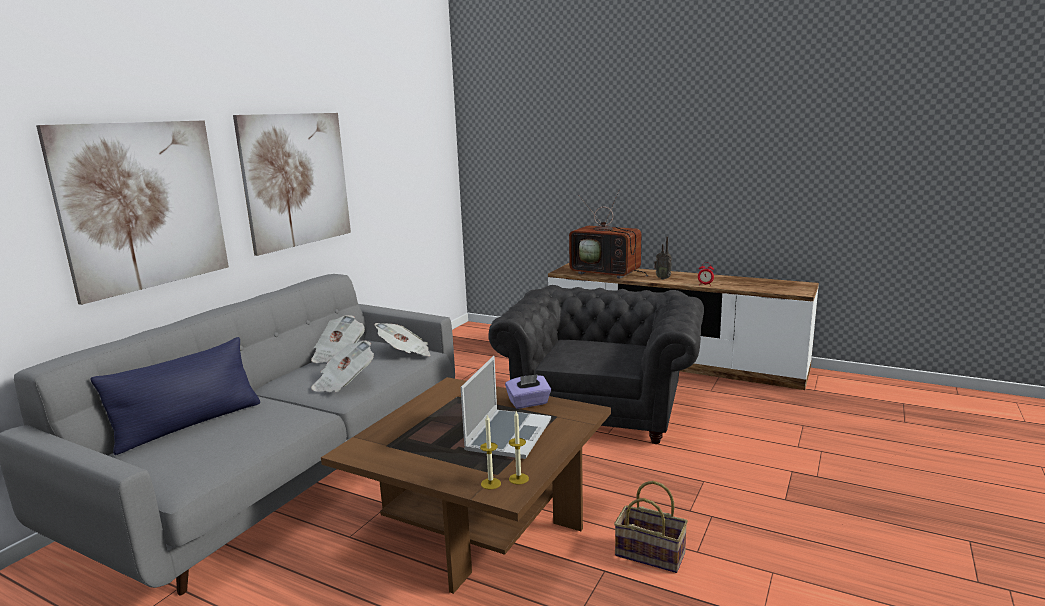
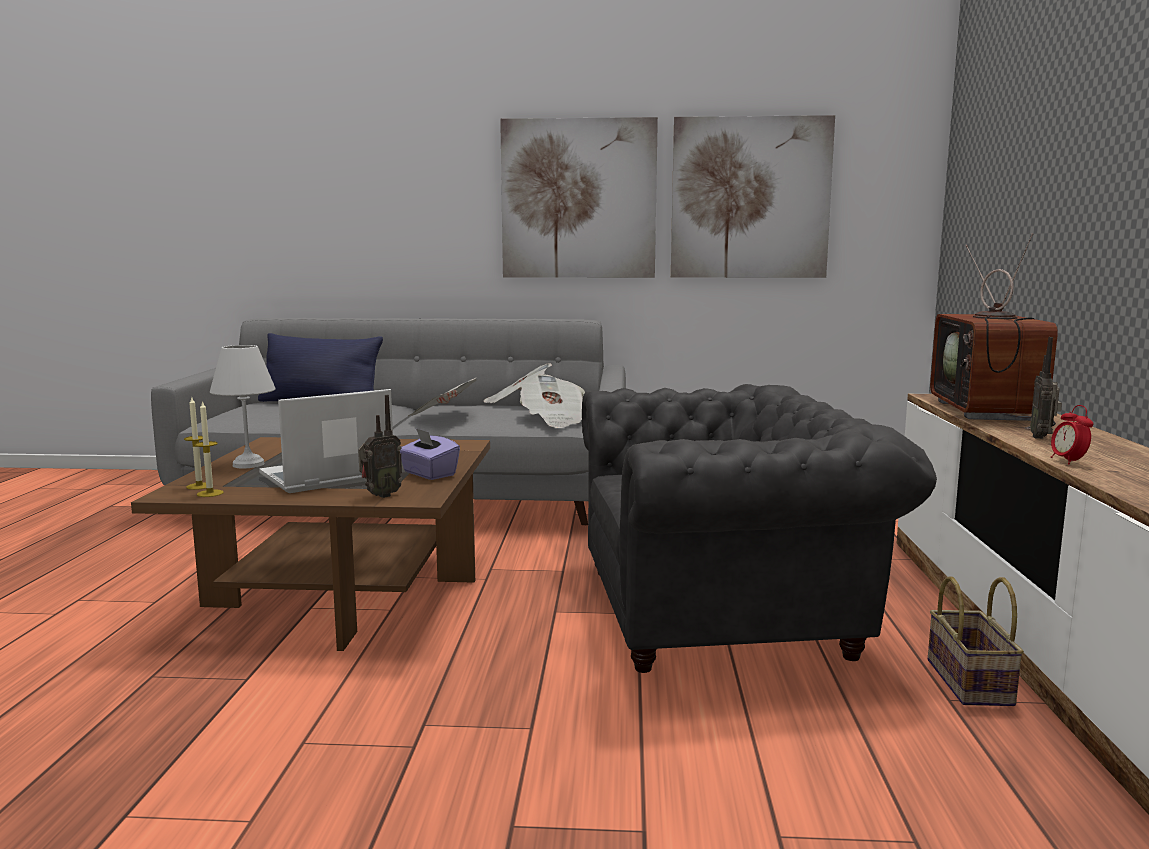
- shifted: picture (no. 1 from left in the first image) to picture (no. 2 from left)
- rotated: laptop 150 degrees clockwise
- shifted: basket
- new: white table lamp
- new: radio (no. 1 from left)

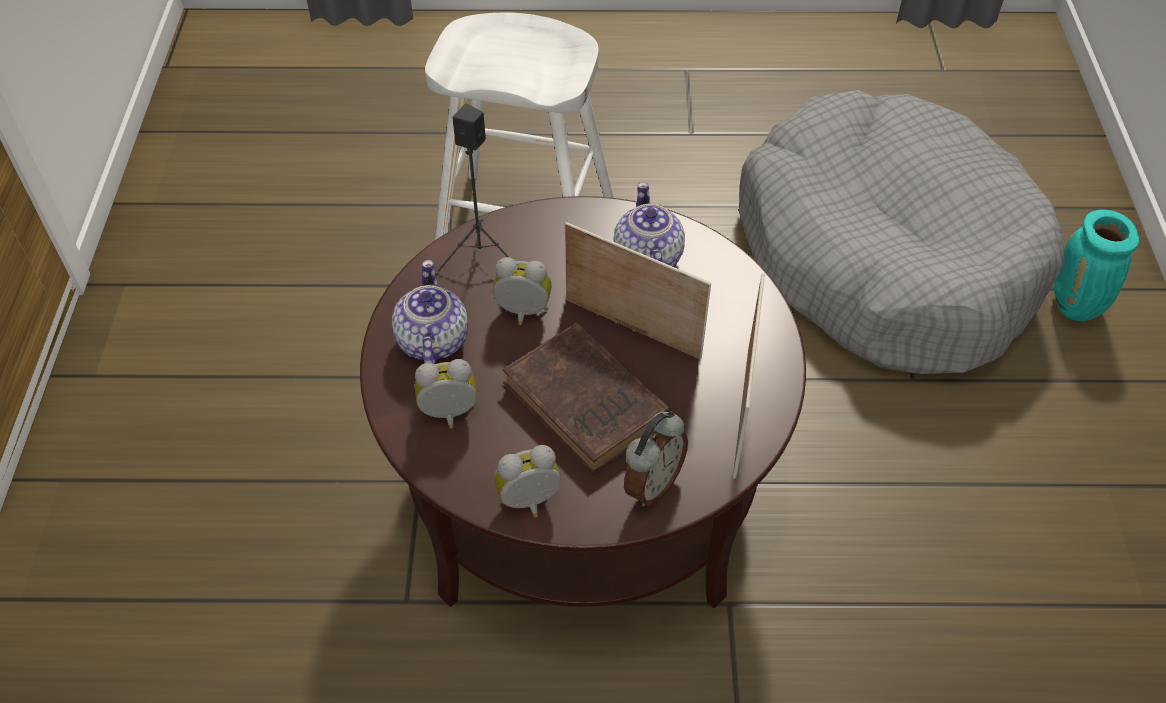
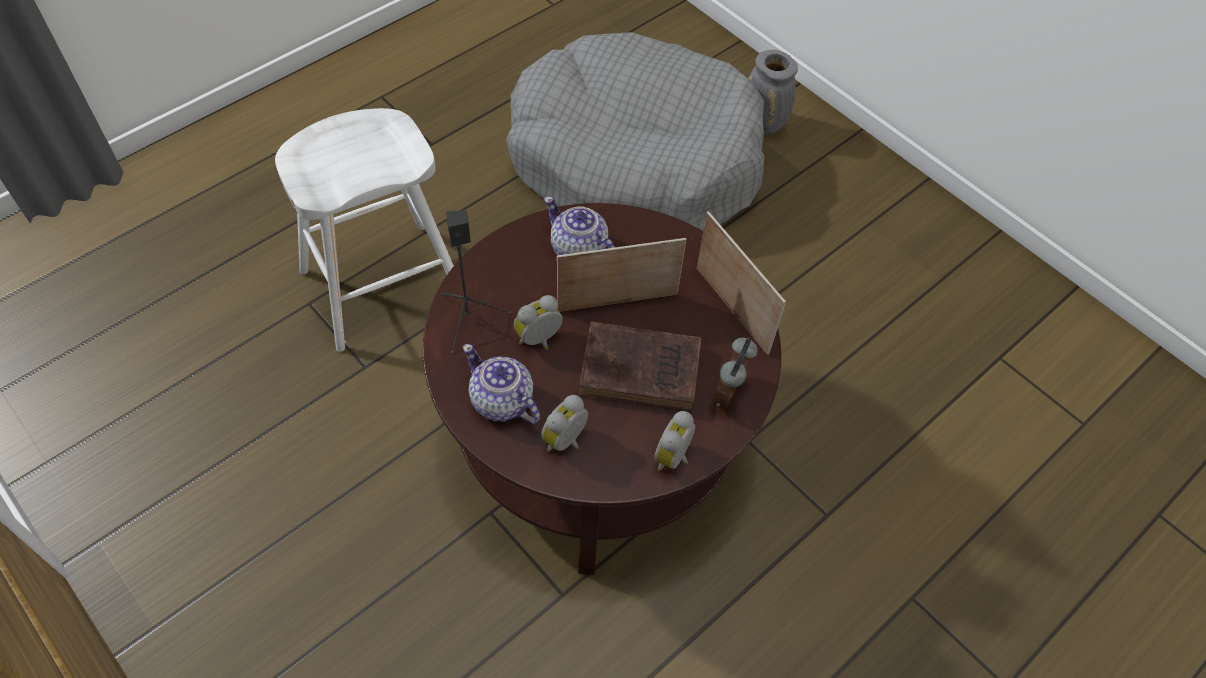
- rotated: alarm clock (no. 4 from left) 150 degrees counterclockwise
- repainted: turquoise vase to grey vase

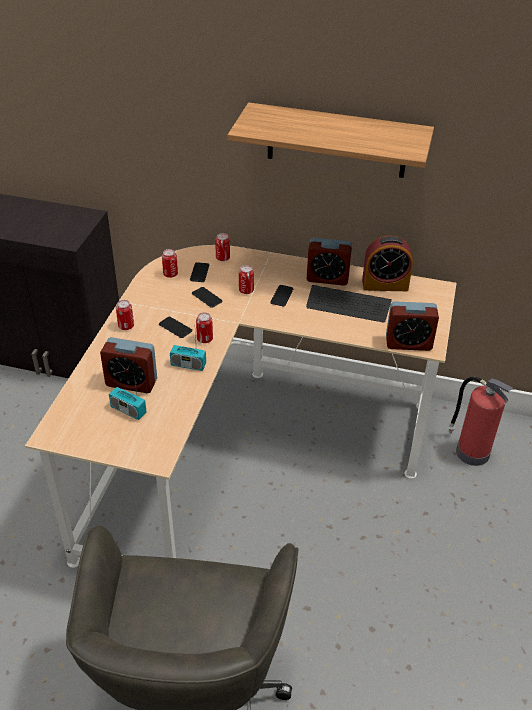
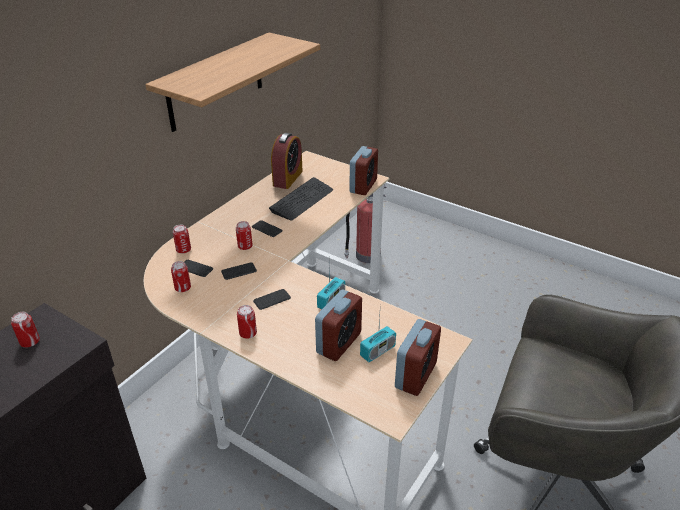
- shifted: can (no. 3 from left in the first image) to can (no. 1 from left)
- shifted: alarm clock (no. 2 from left in the first image) to alarm clock (no. 4 from left)

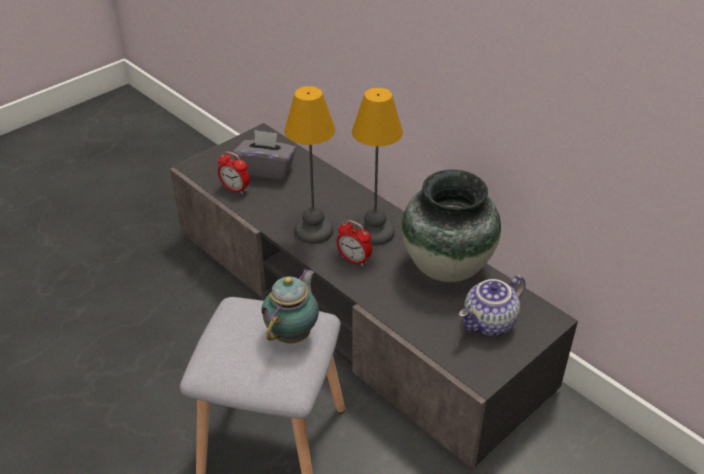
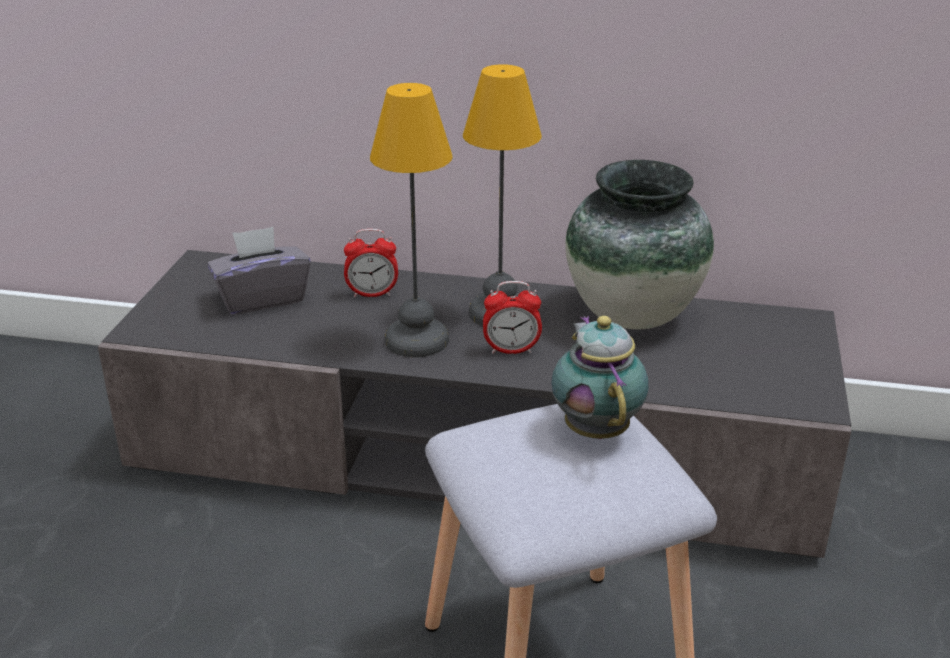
- shifted: alarm clock (no. 1 from left)
- gone: teapot (no. 2 from left)

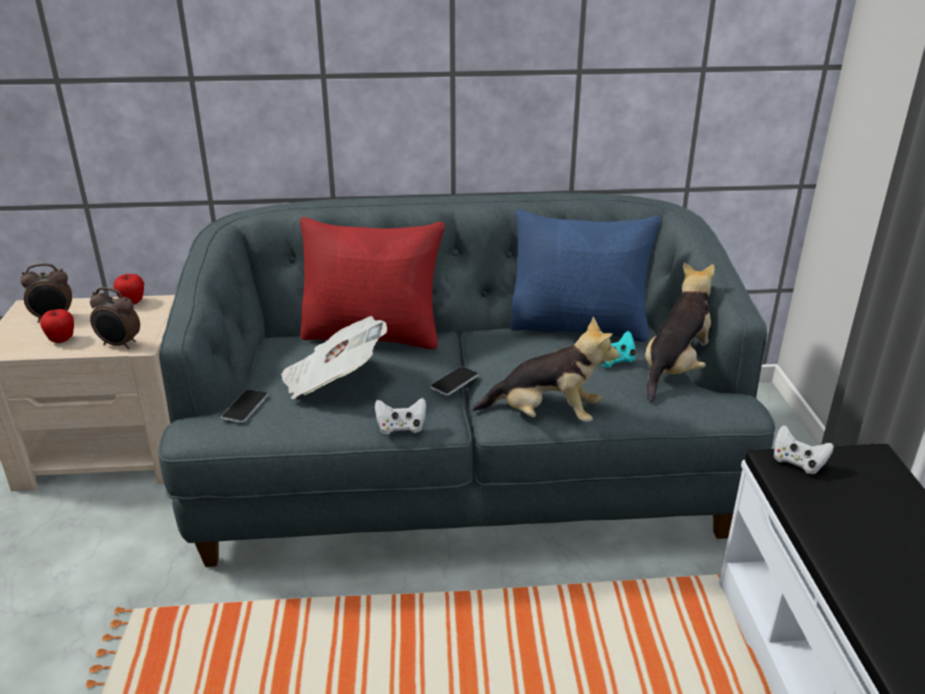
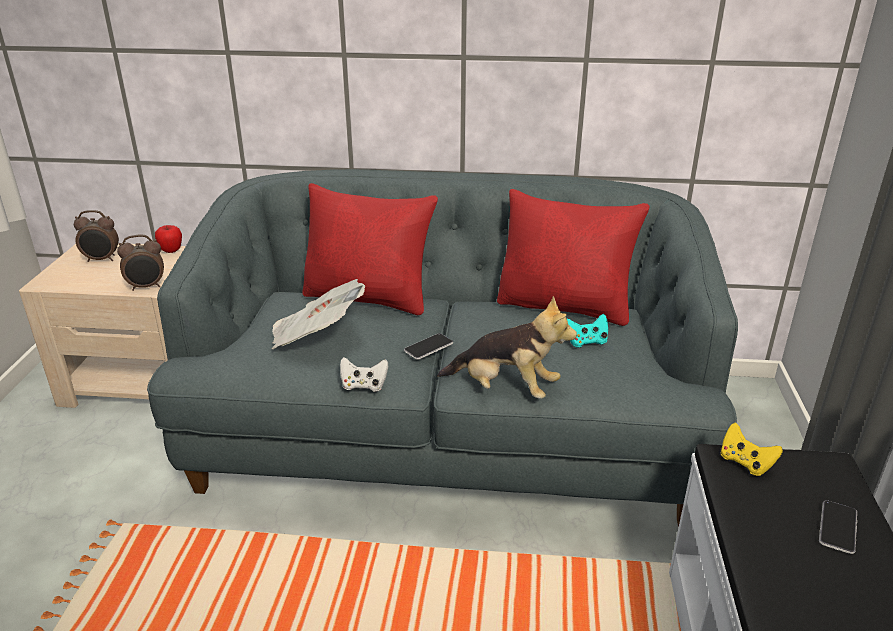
- gone: apple (no. 1 from left)
- rotated: alarm clock (no. 2 from left) 45 degrees counterclockwise
- shifted: phone (no. 1 from left in the first image) to phone (no. 2 from left)
- repainted: blue pillow to red pillow (no. 2 from left)
- gone: plush toy (no. 2 from left)
- repainted: white game controller (no. 2 from left) to yellow game controller

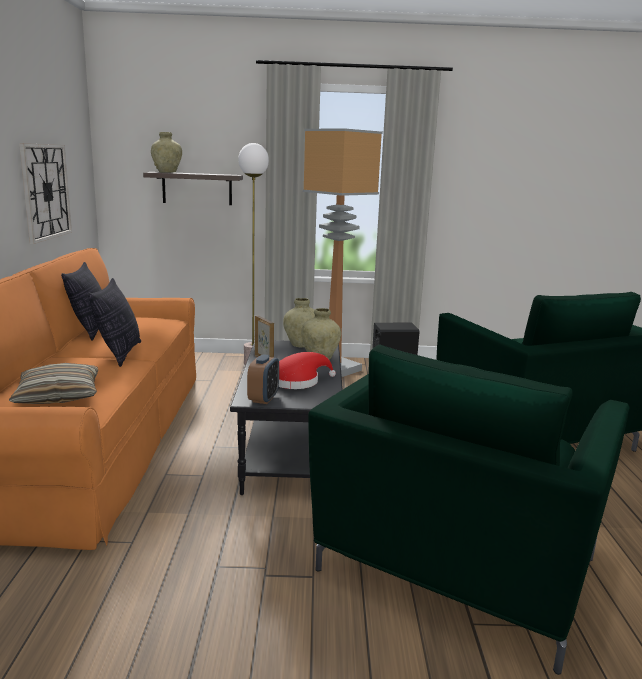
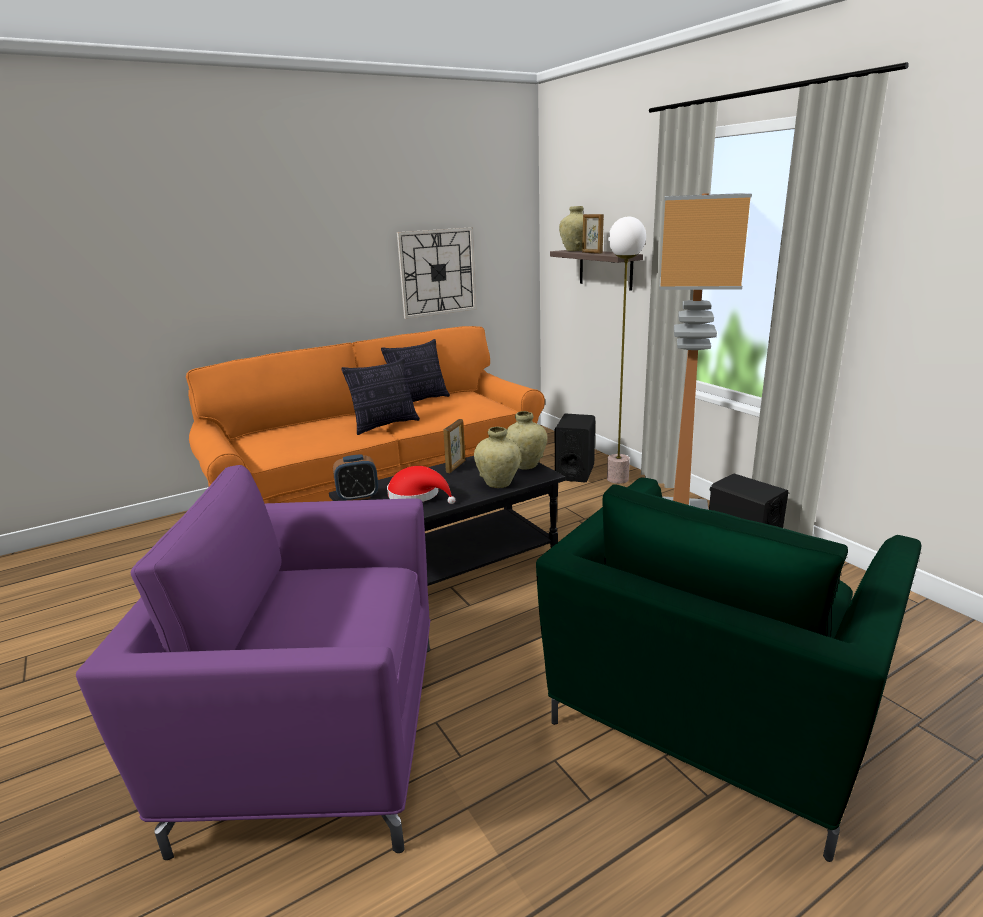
- gone: pillow (no. 1 from left)
- repainted: green armchair (no. 1 from left) to purple armchair
- new: black speaker (no. 1 from left)
- new: picture frame (no. 2 from left)

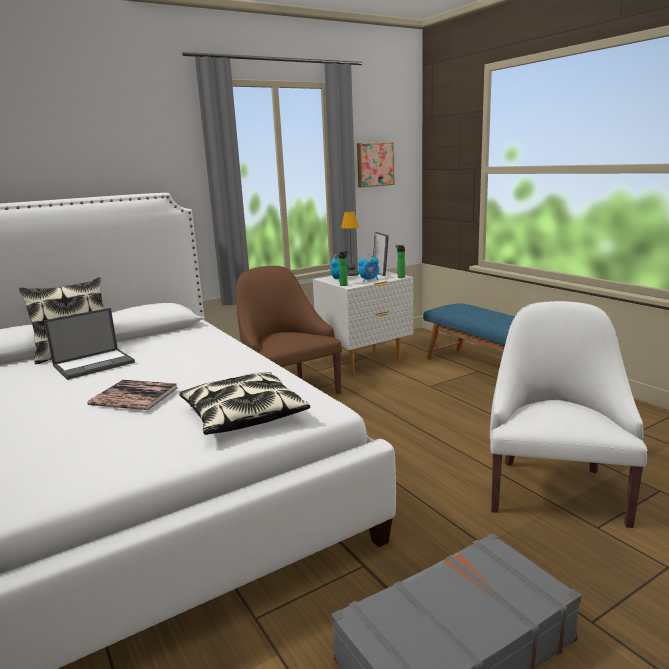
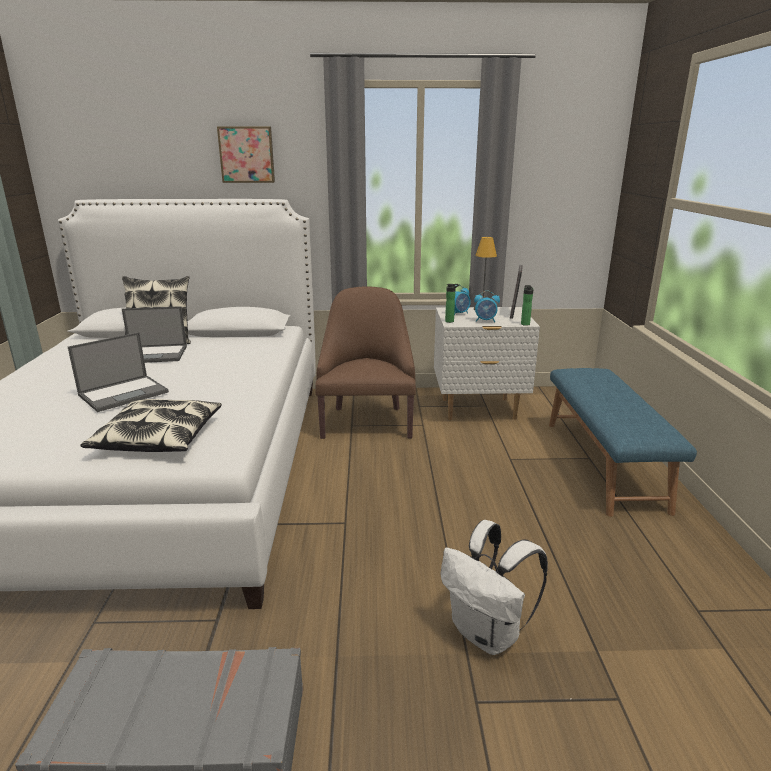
- swapped: book to laptop (no. 1 from left)
- shifted: picture
- swapped: white armchair to white backpack

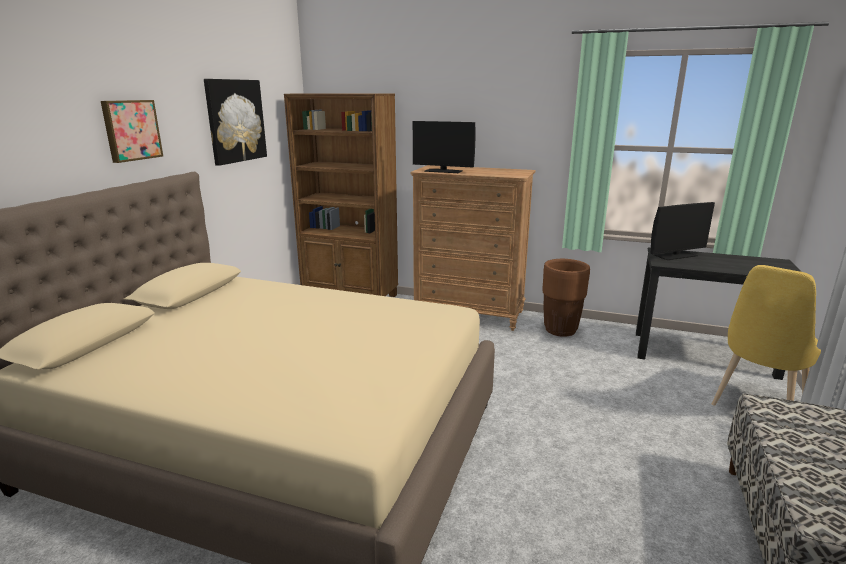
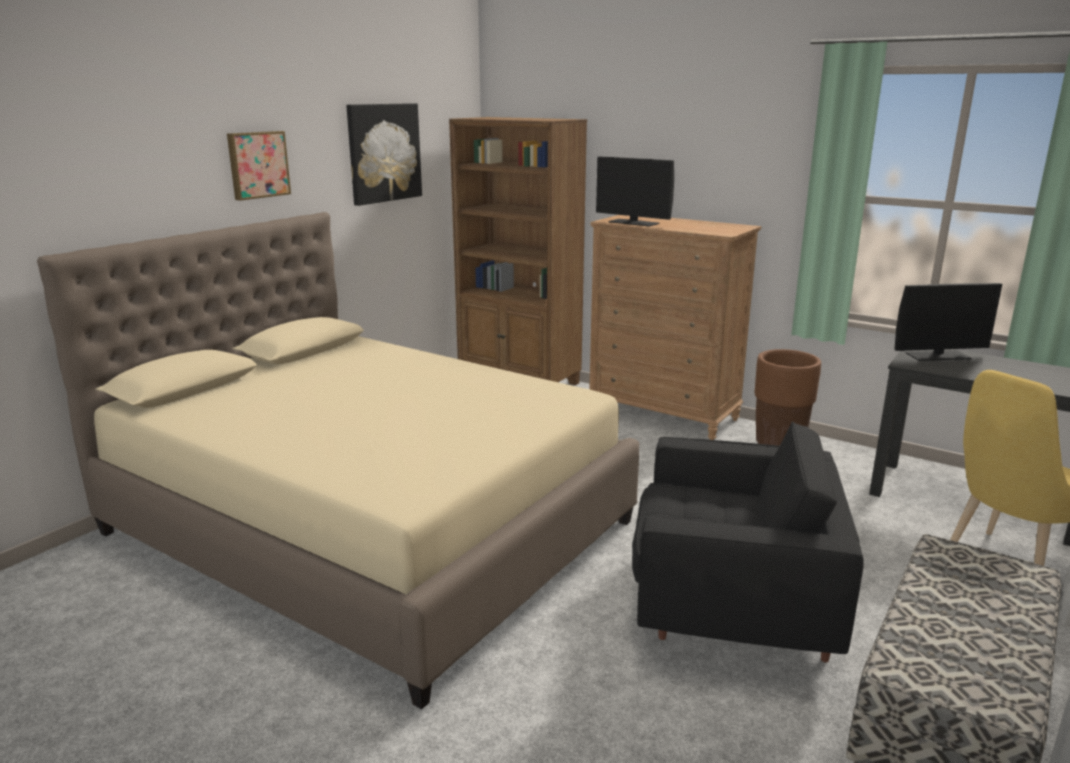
- new: black armchair

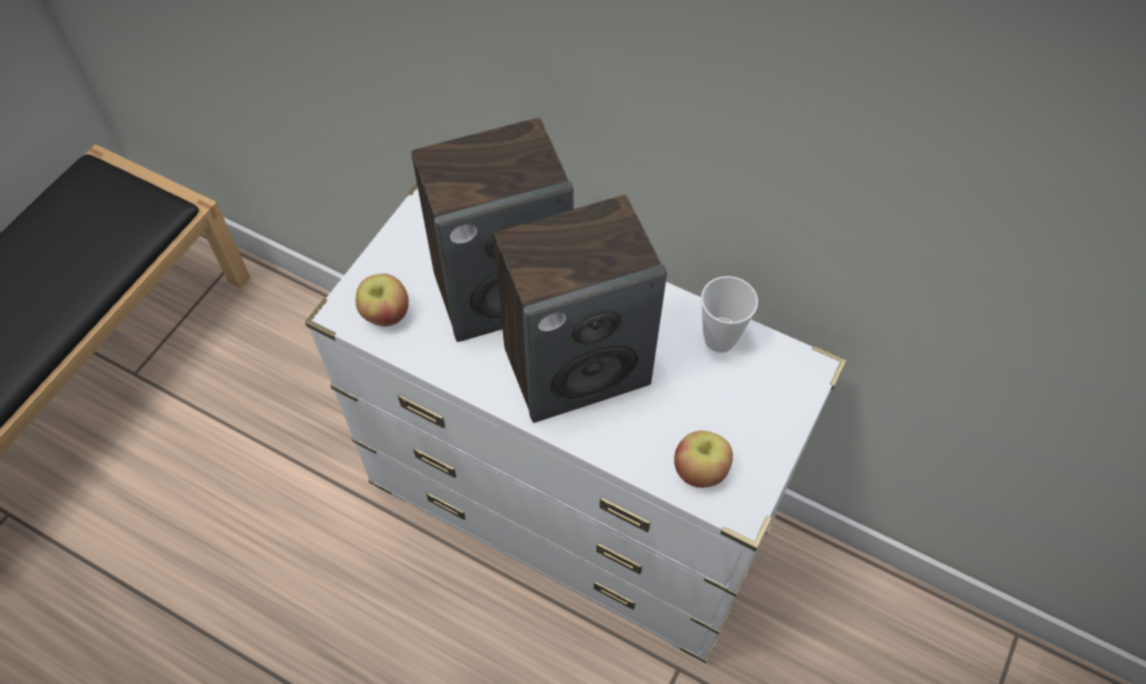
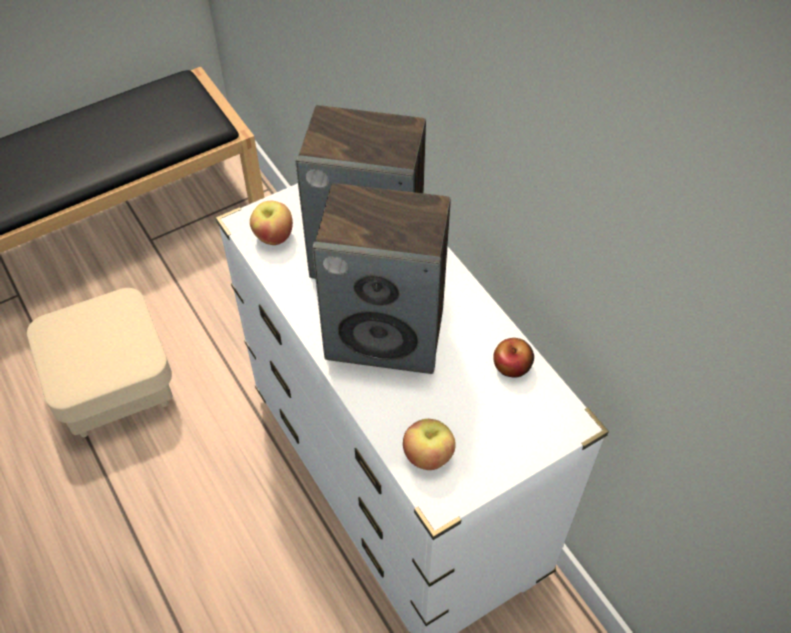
- swapped: cup to apple (no. 3 from left)
- new: beige ottoman

